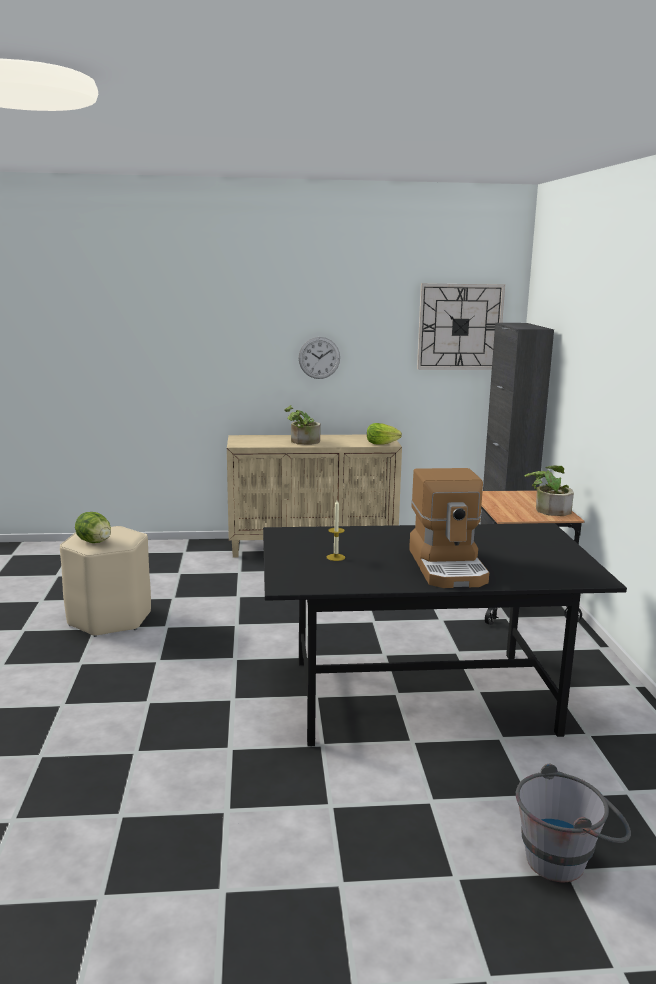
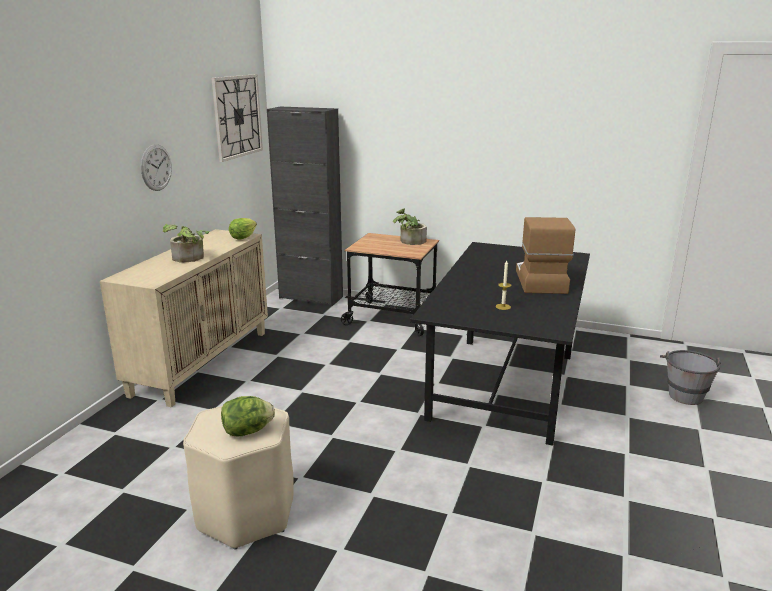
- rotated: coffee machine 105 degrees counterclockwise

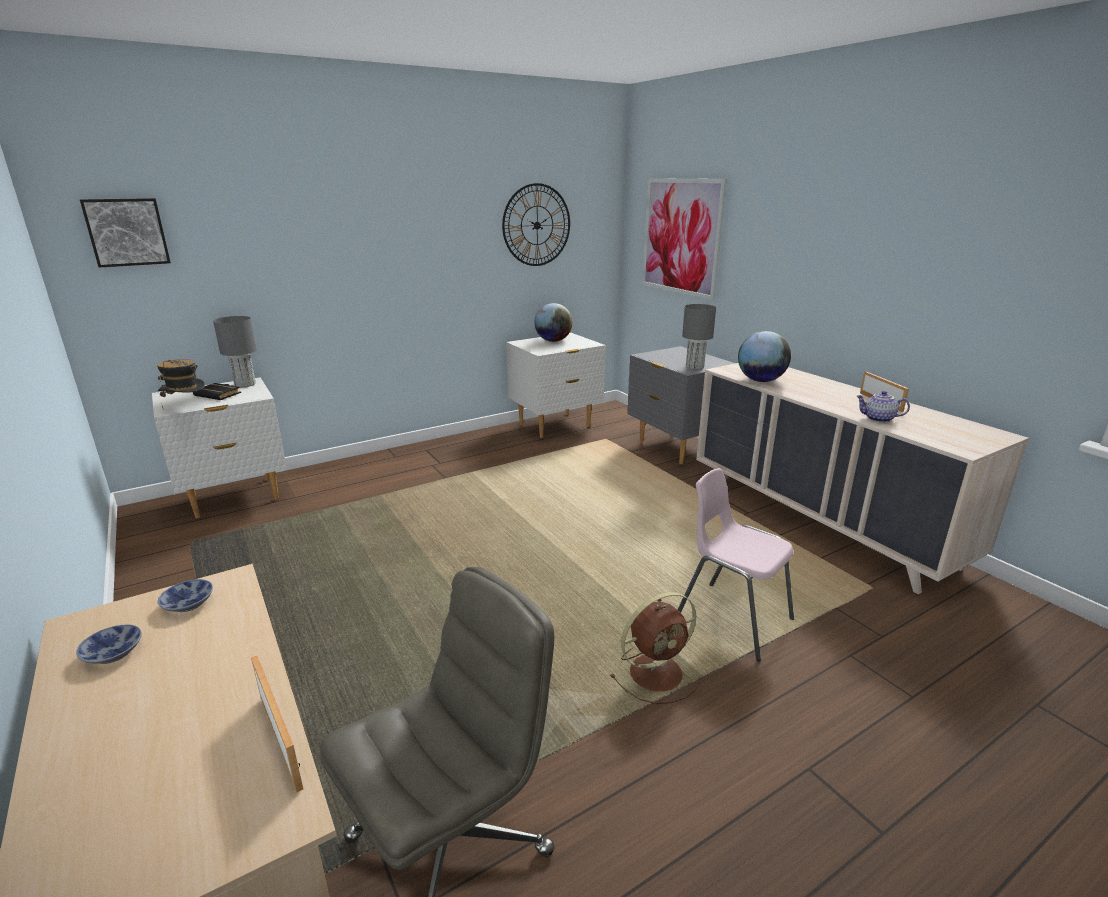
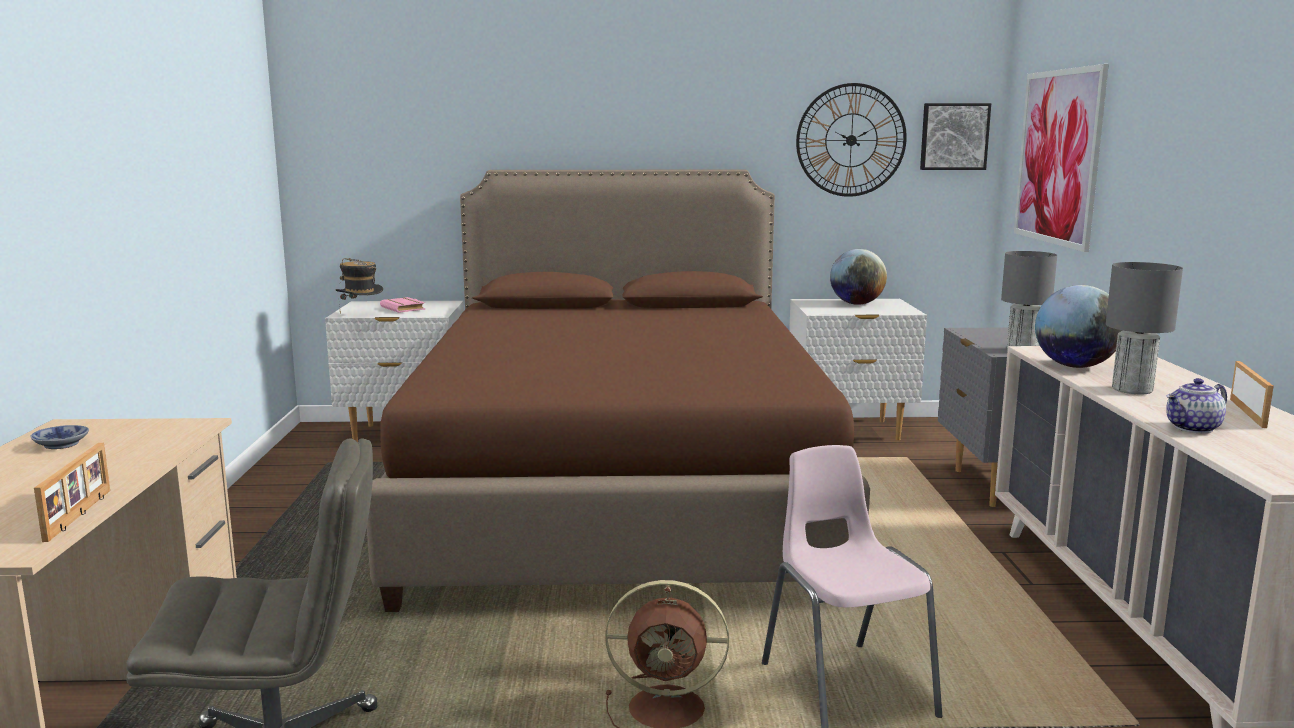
- shifted: picture (no. 1 from left)
- gone: bowl (no. 2 from left)
- repainted: black book to pink book
- shifted: grey table lamp (no. 1 from left in the first image) to grey table lamp (no. 2 from left)
- rotated: teapot 75 degrees counterclockwise
- new: brown bed

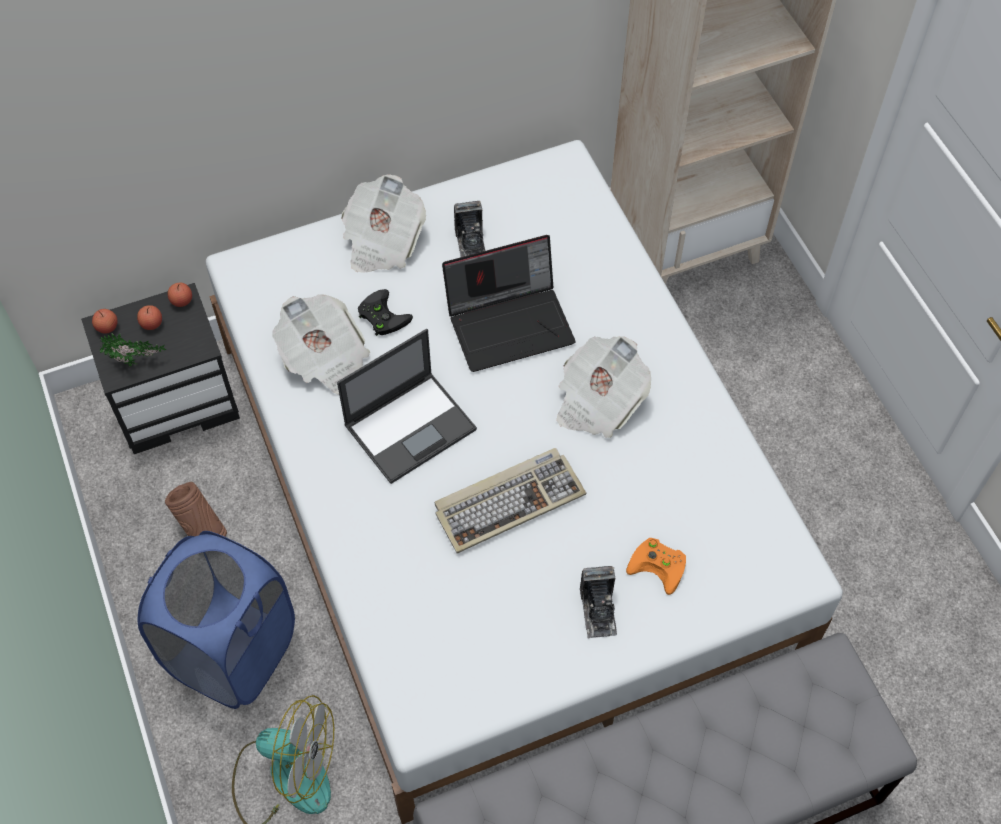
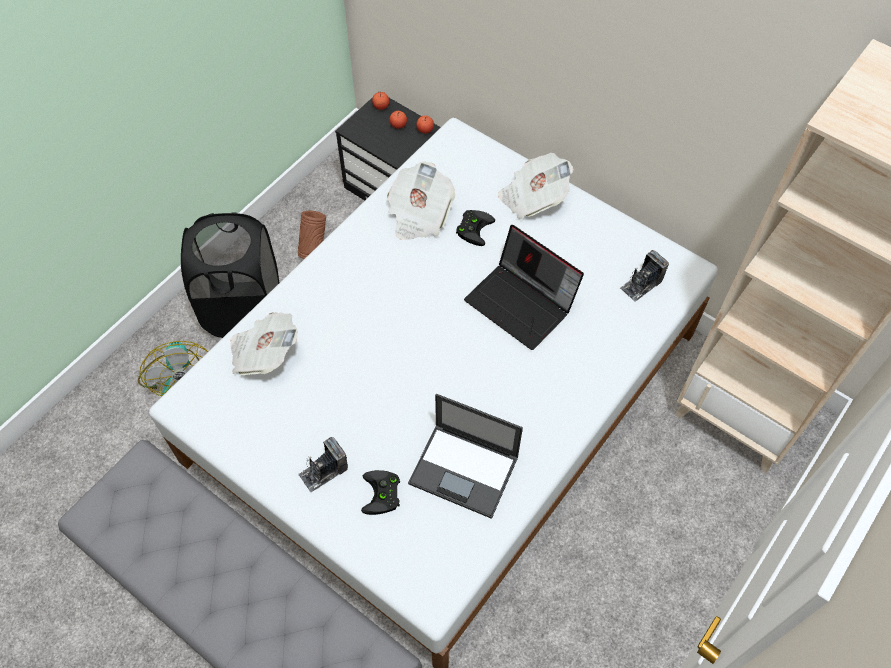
- gone: potted plant
- repainted: blue laundry basket to black laundry basket
- shifted: laptop (no. 1 from left)
- gone: keyboard
- shifted: photo camera (no. 1 from left in the first image) to photo camera (no. 2 from left)
- shifted: newspaper (no. 3 from left in the first image) to newspaper (no. 1 from left)
- repainted: orange game controller to black game controller (no. 1 from left)

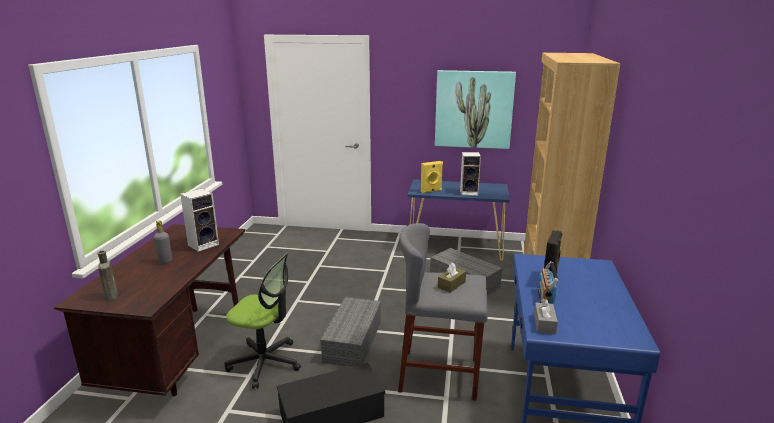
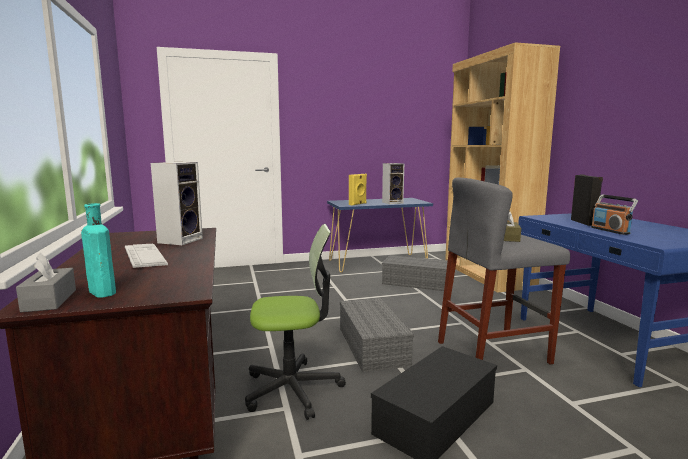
- repainted: brown bottle to turquoise bottle
- swapped: grey bottle to keyboard
- gone: picture
- shifted: grey tissue box

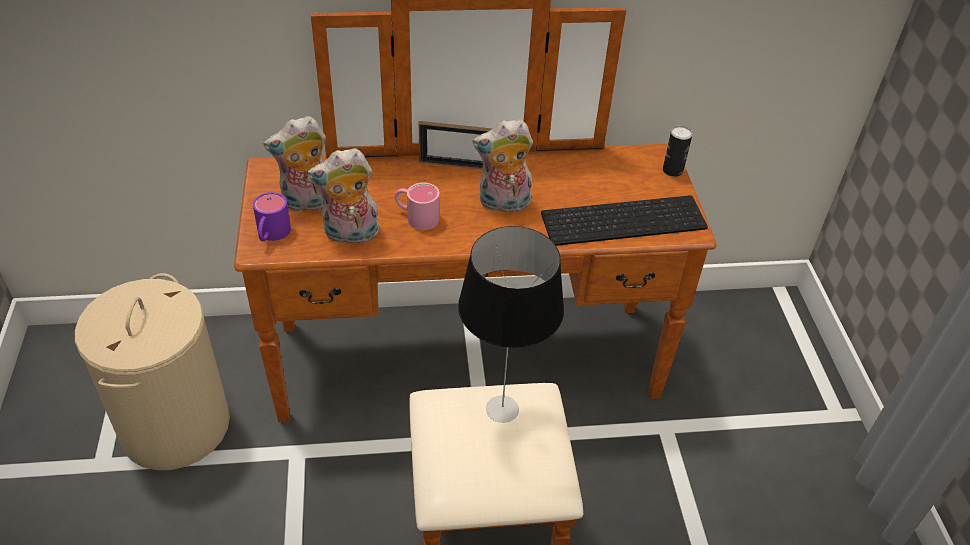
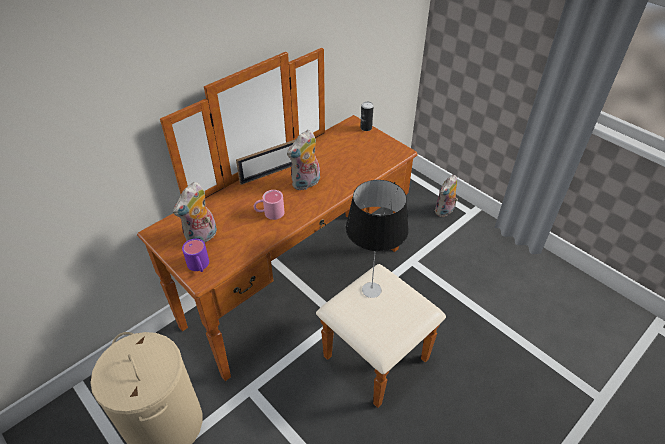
- shifted: plush toy (no. 2 from left in the first image) to plush toy (no. 3 from left)
- gone: keyboard

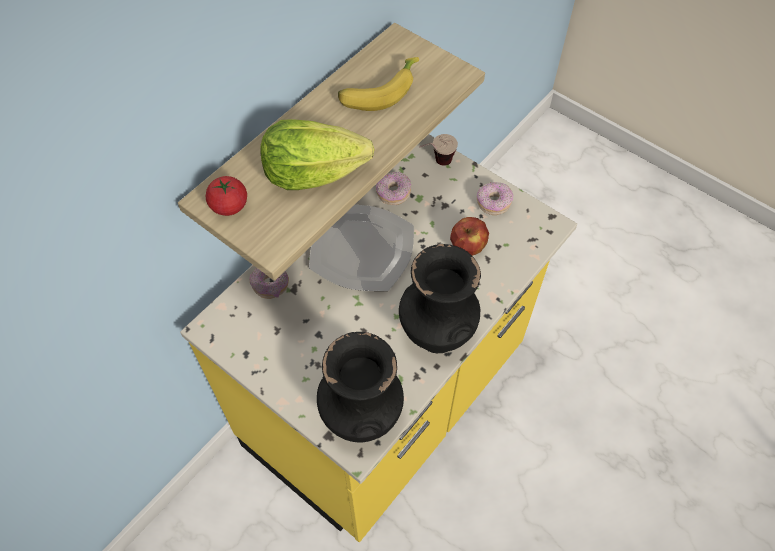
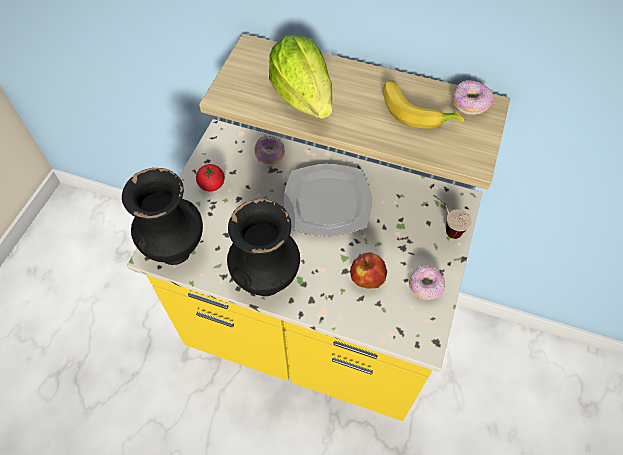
- shifted: tomato
- shifted: donut (no. 2 from left in the first image) to donut (no. 3 from left)

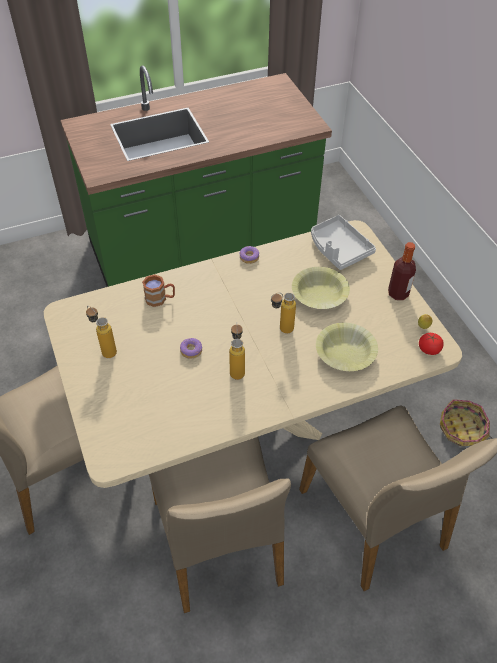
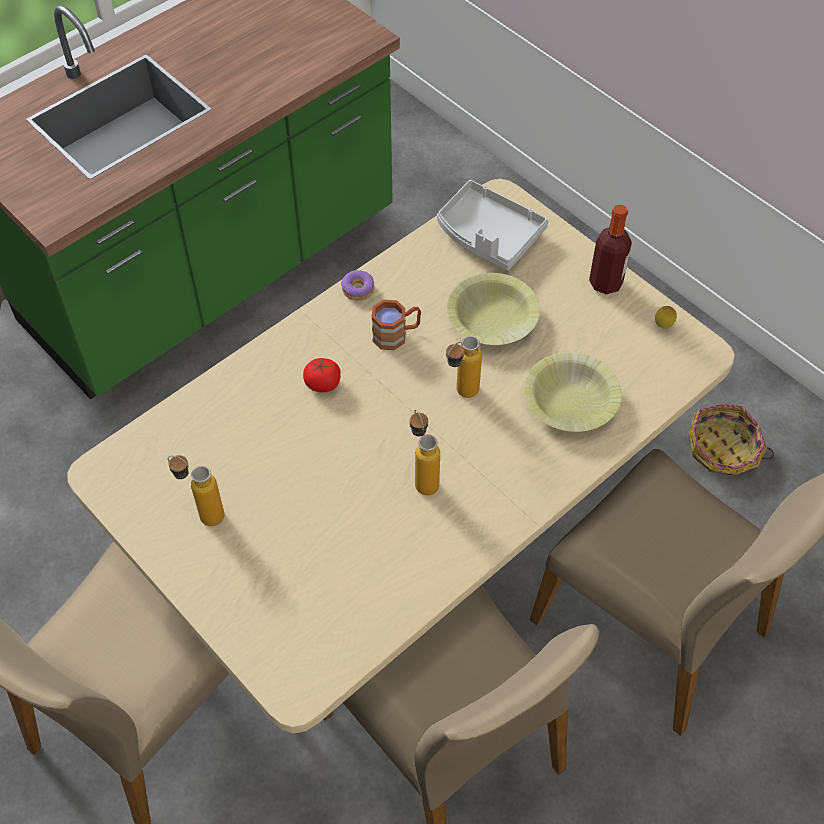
- shifted: brown mug
- gone: donut (no. 1 from left)
- shifted: tomato

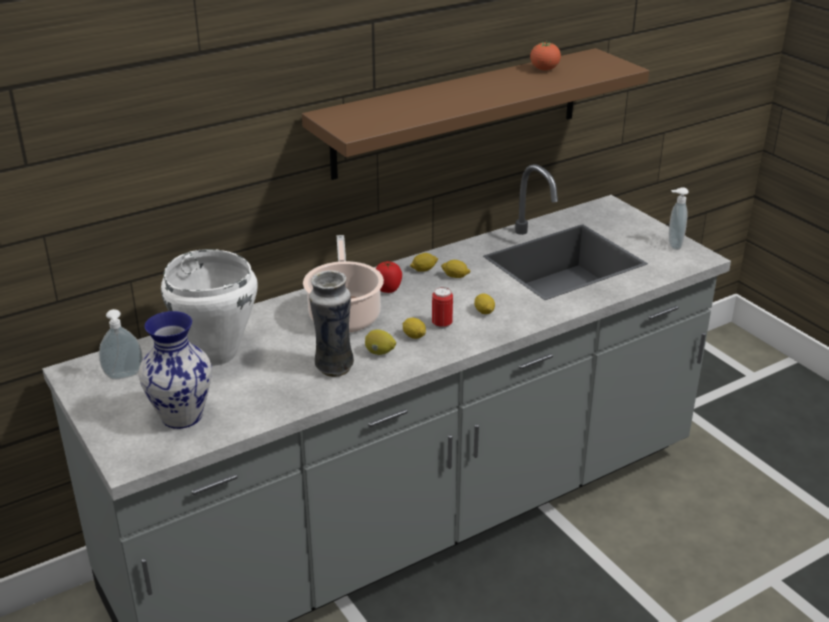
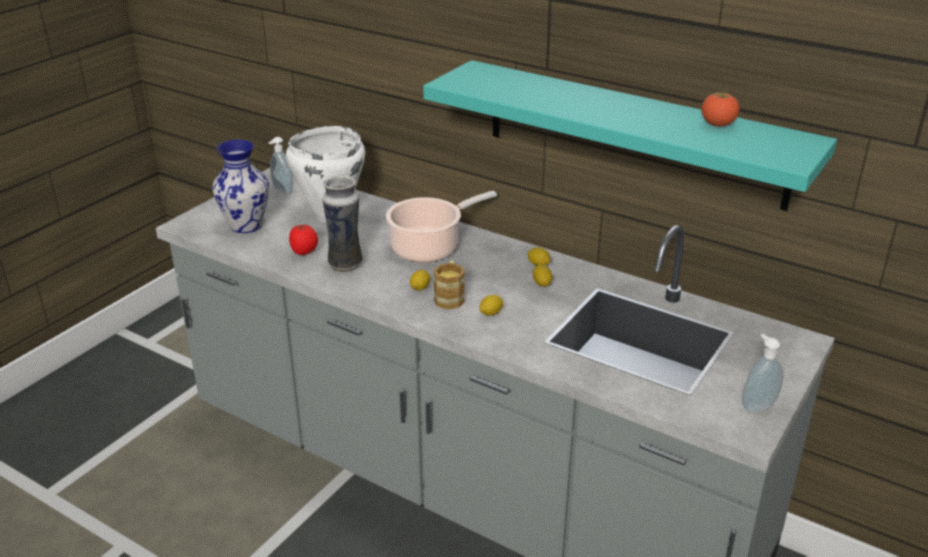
- repainted: brown shelf to turquoise shelf
- gone: lemon (no. 1 from left)
- shifted: tomato (no. 1 from left)
- swapped: can to mug

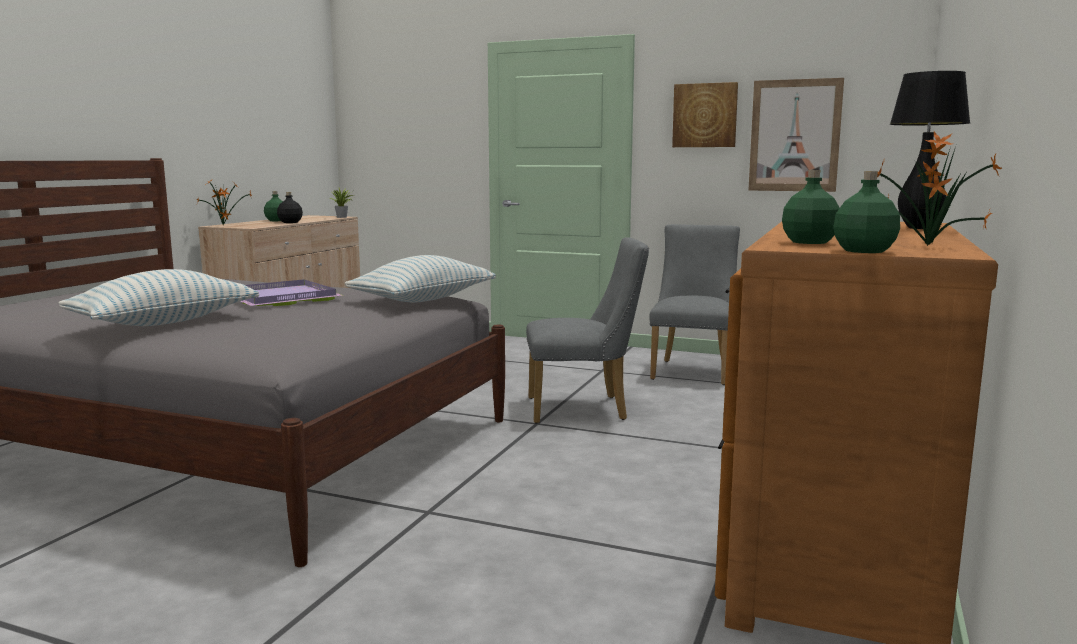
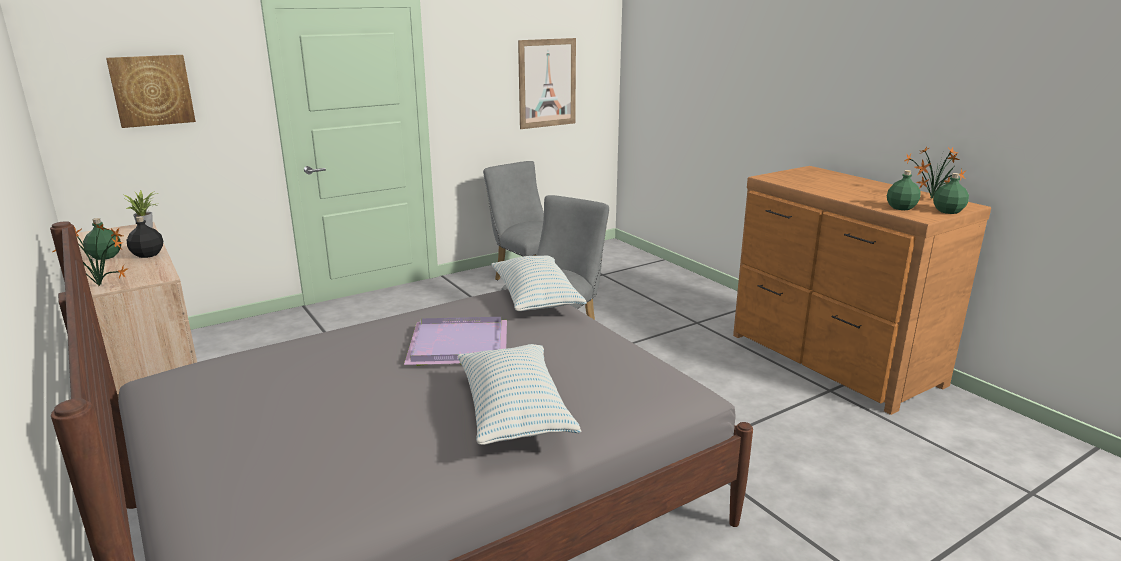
- shifted: picture (no. 1 from left)
- gone: black table lamp

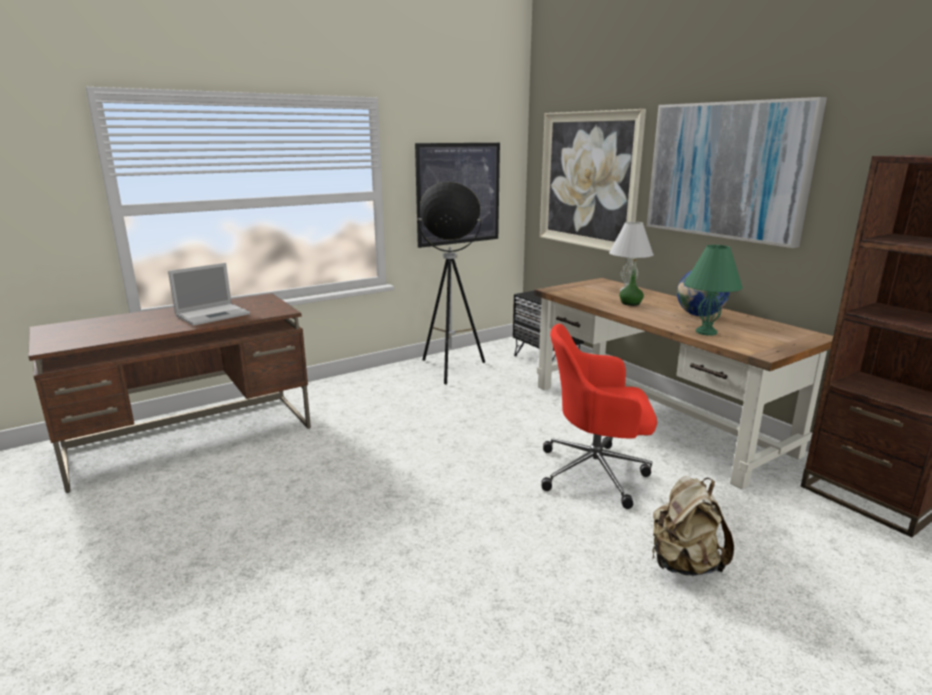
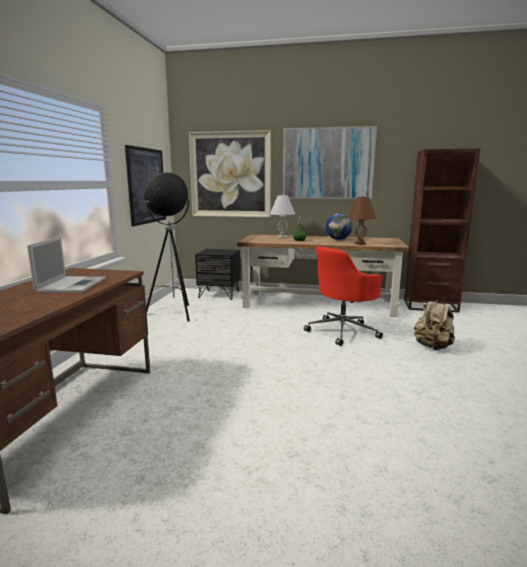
- repainted: green table lamp to brown table lamp

